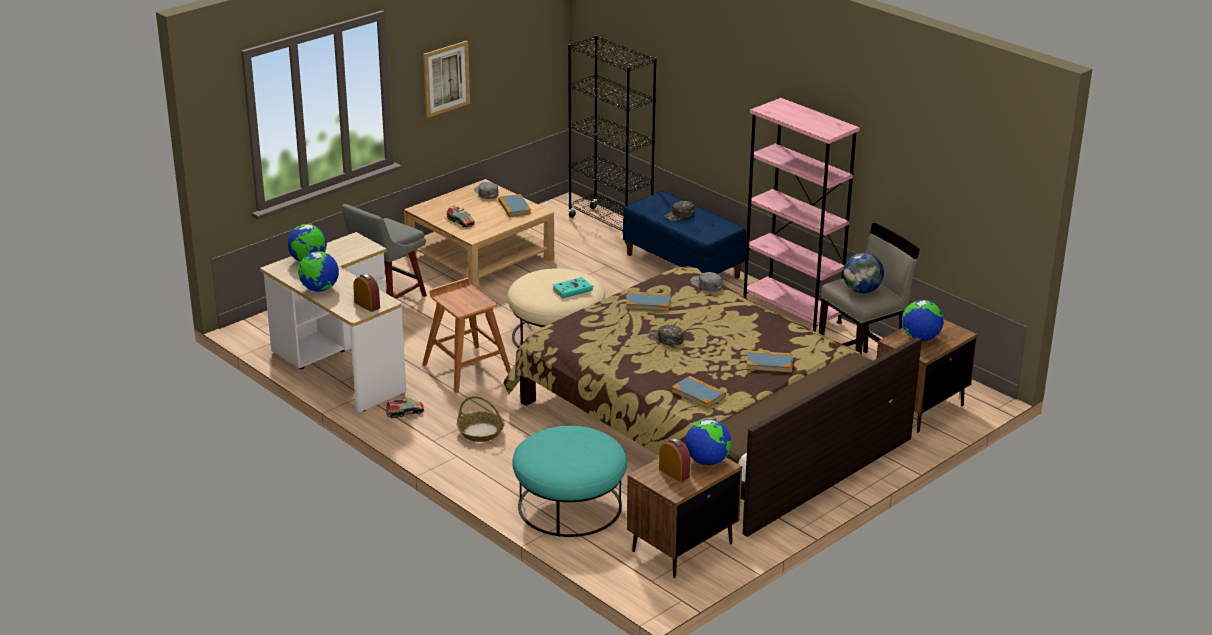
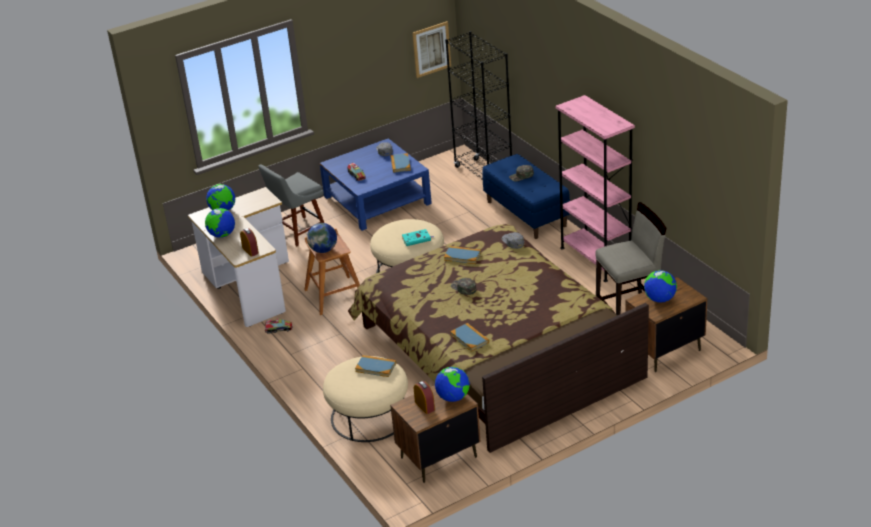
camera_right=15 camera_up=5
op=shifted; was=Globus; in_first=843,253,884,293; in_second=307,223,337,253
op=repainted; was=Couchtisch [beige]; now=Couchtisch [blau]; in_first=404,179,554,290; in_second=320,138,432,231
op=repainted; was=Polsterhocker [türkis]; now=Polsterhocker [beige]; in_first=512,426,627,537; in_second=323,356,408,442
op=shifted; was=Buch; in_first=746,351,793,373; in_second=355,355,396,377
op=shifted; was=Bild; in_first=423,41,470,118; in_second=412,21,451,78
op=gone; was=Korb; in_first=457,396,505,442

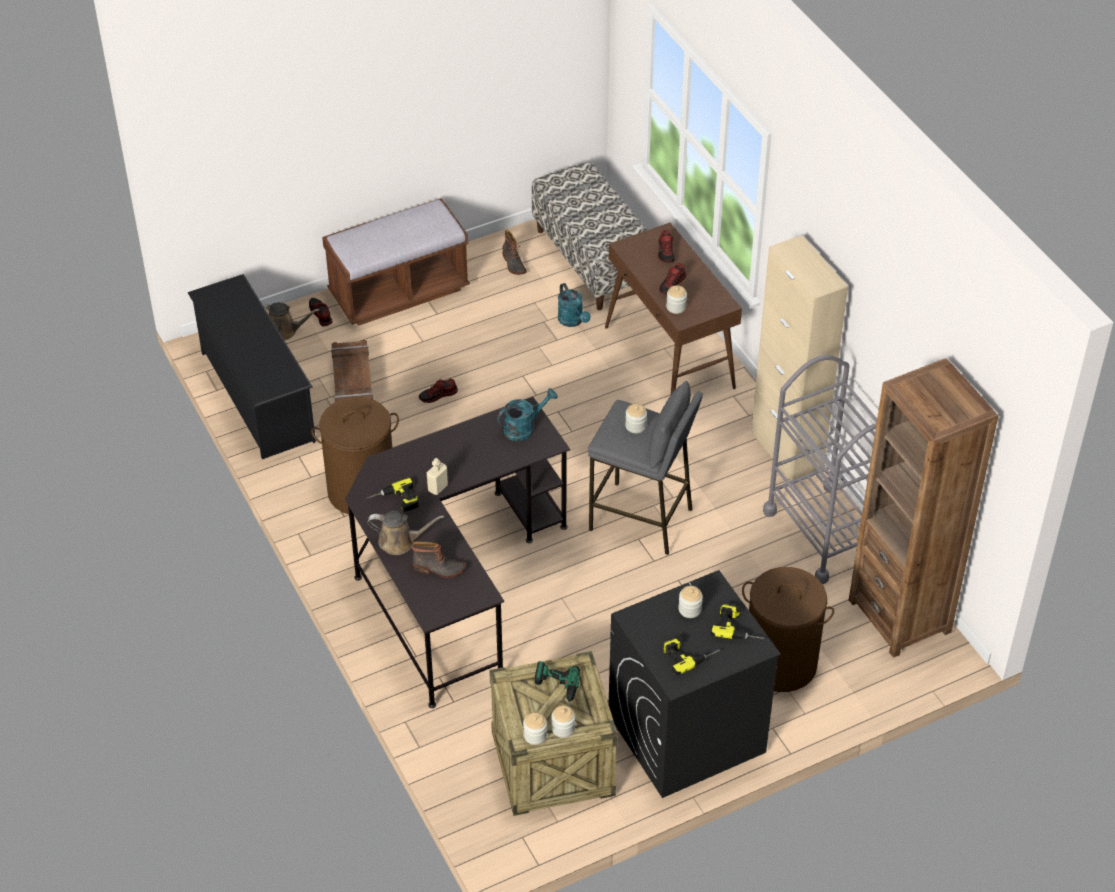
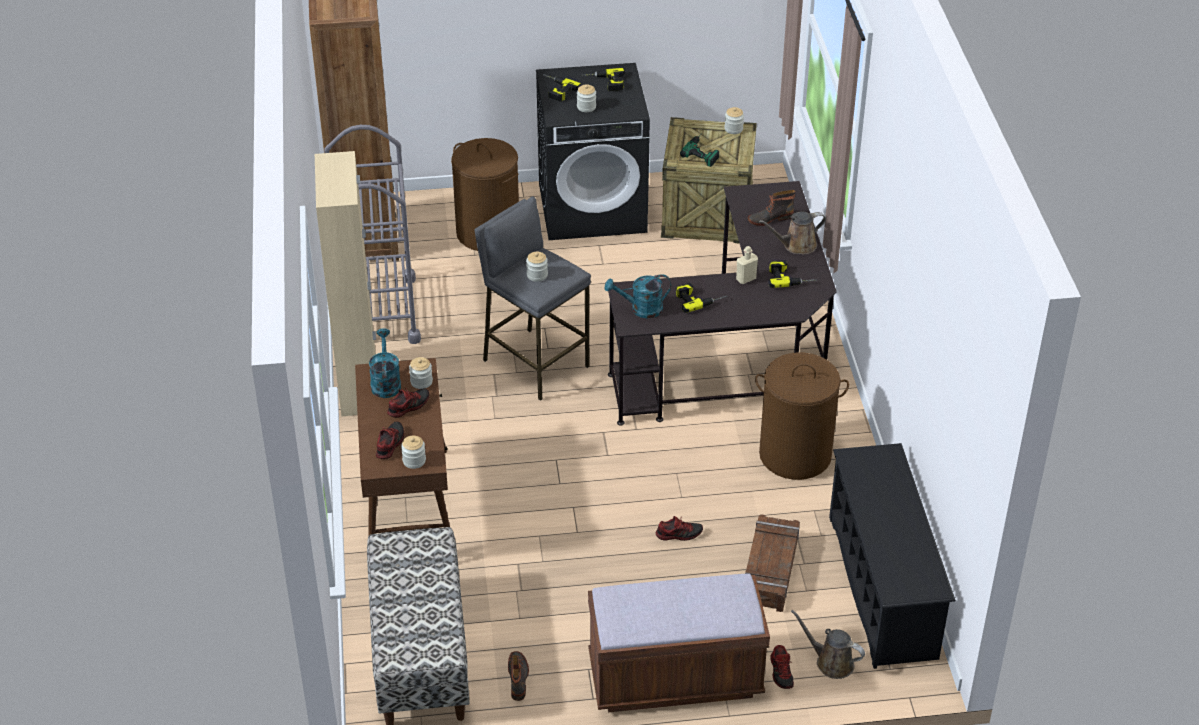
camera_right=-160 camera_up=-5
op=shifted; was=Gießkanne [türkis]; in_first=558,283,591,327; in_second=369,328,401,398
op=shifted; was=Vorratsglas; in_first=551,705,575,738; in_second=401,436,426,469
op=new; now=Bohrmaschine; in_second=676,282,727,313
op=rotated; was=Stiefel; in_first=412,541,466,578; in_second=748,190,795,226; clockwise=-45
op=rotated; was=Gießkanne [braun]; in_first=368,510,444,555; in_second=759,211,826,254; clockwise=-45

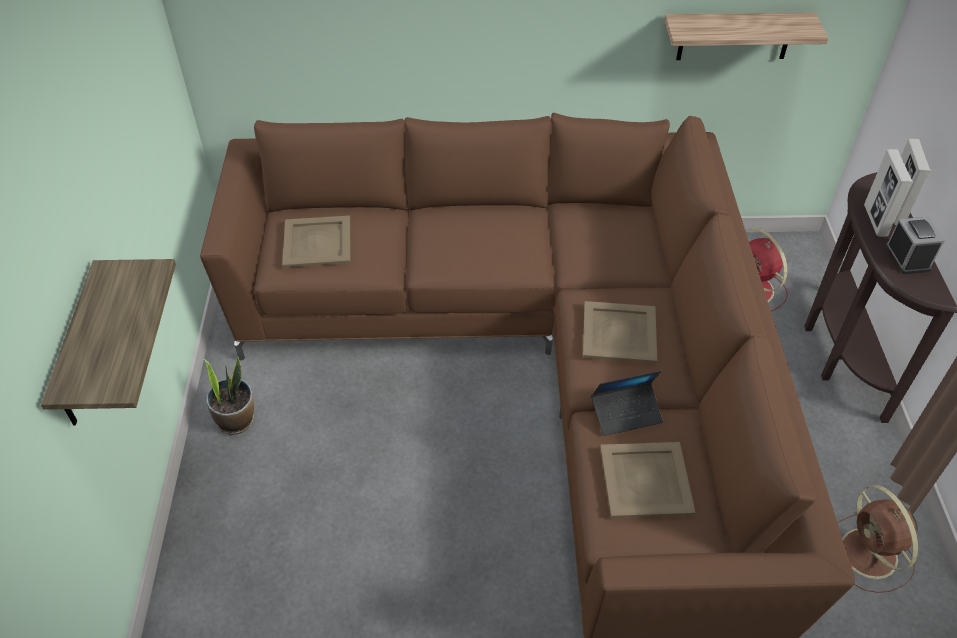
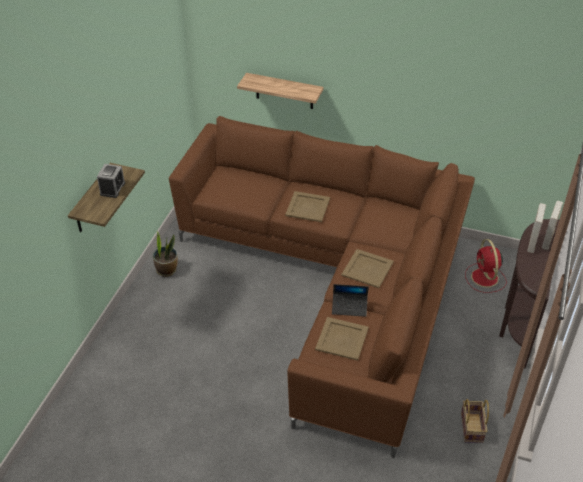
camera_right=20 camera_up=-5
op=shifted; was=Wecker; in_first=885,217,945,274; in_second=97,164,125,198
op=shifted; was=Wandregal; in_first=664,12,829,60; in_second=237,73,323,109
op=shifted; was=Tablett [beige]; in_first=282,215,350,267; in_second=285,191,330,222
op=swapped; was=Ventilator [braun]; now=Korb; in_first=838,485,918,593; in_second=461,399,489,443

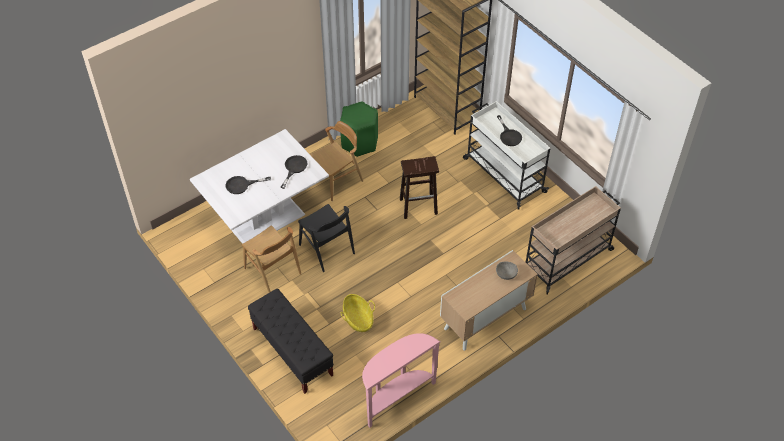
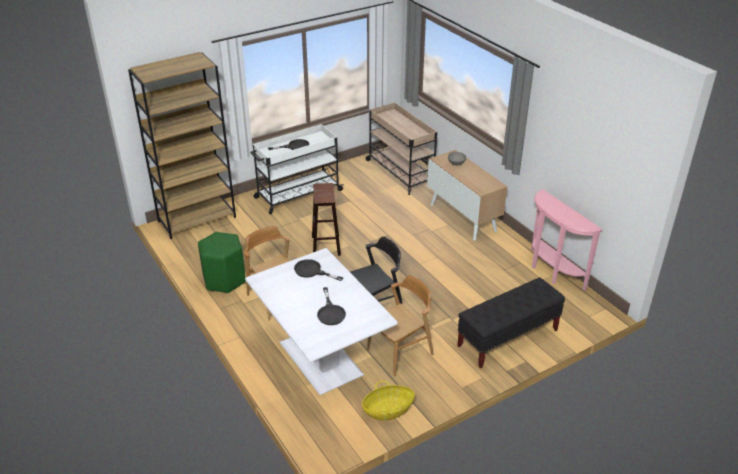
camera_right=-85 camera_up=-15
op=shifted; was=Korb; in_first=341,294,375,332; in_second=362,381,415,420

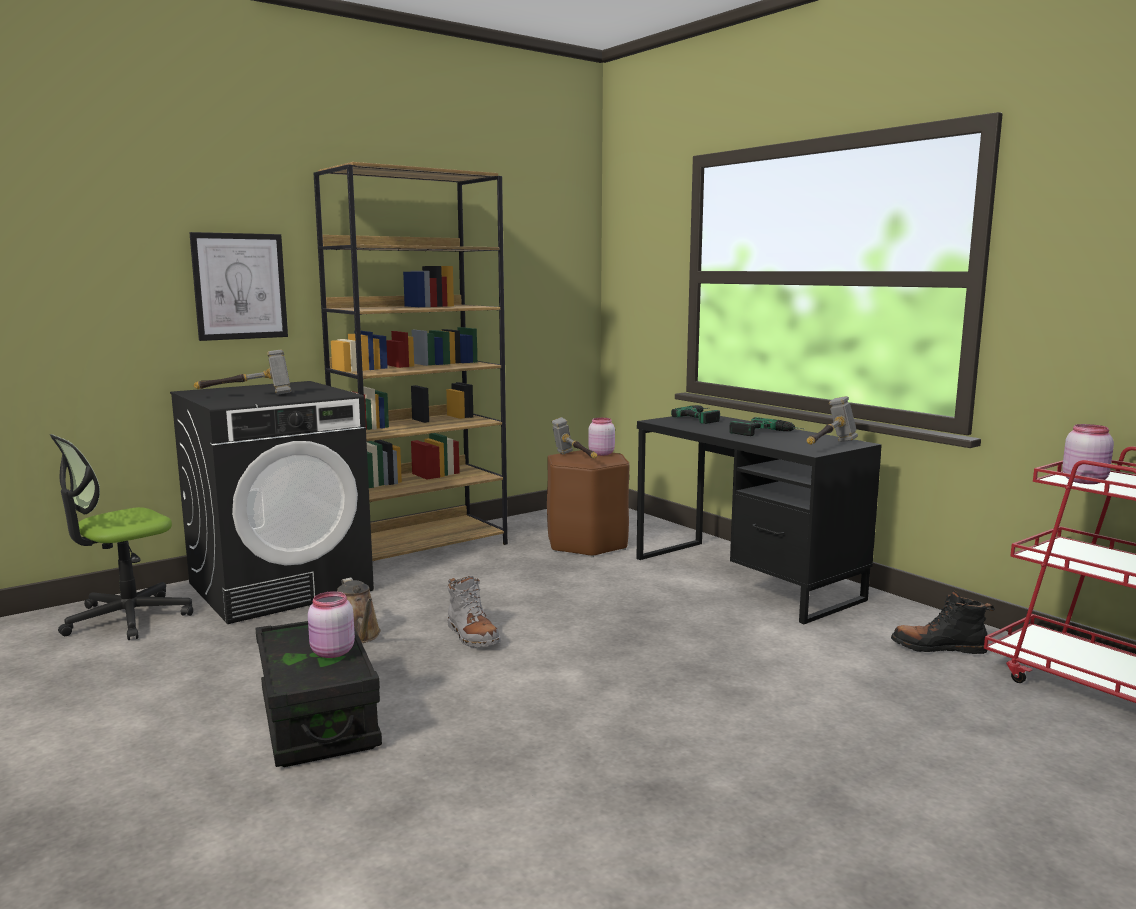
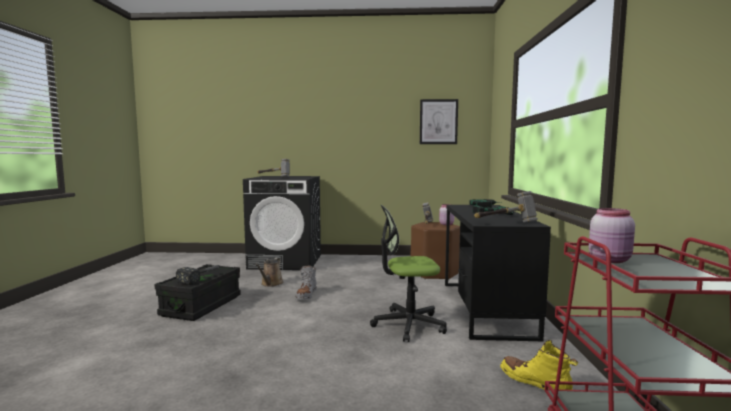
camera_right=40 camera_up=-5
op=swapped; was=Vorratsglas [rosa]; now=Hammer; in_first=308,591,355,658; in_second=176,265,220,284
op=shifted; was=Bürostuhl; in_first=50,434,193,640; in_second=370,205,447,342
op=shifted; was=Bild; in_first=189,232,288,341; in_second=420,99,458,144
op=repainted; was=Stiefel [schwarz]; now=Stiefel [gelb]; in_first=891,590,995,654; in_second=500,340,578,390
op=gone; was=Bücherregal [braun]; in_first=314,162,508,561

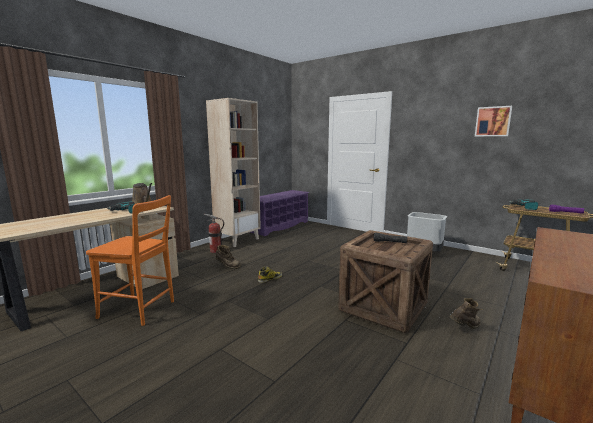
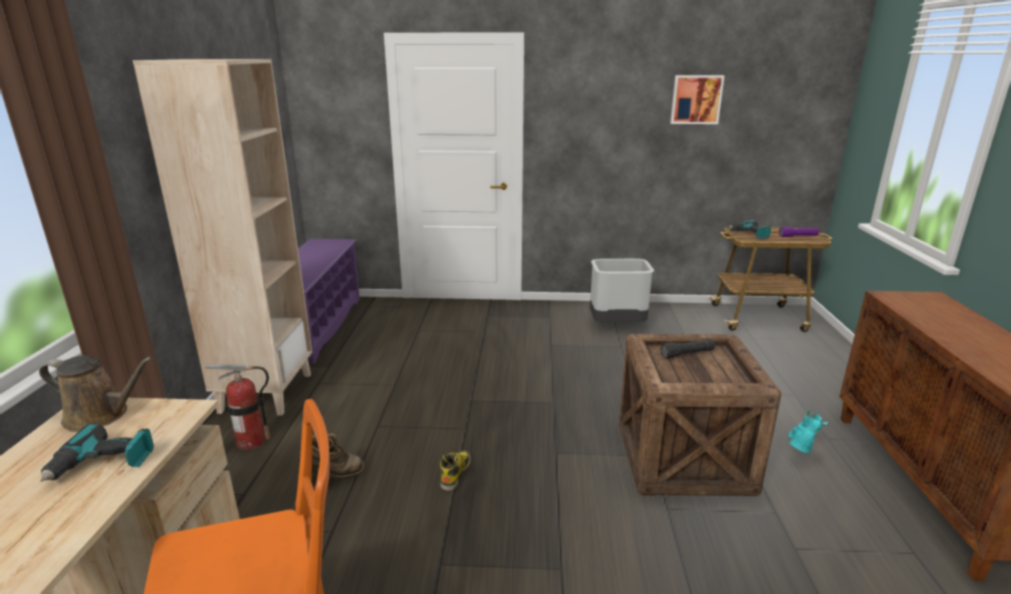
camera_right=-35 camera_up=10
op=repainted; was=Stiefel [braun]; now=Stiefel [türkis]; in_first=450,298,483,329; in_second=788,410,829,454

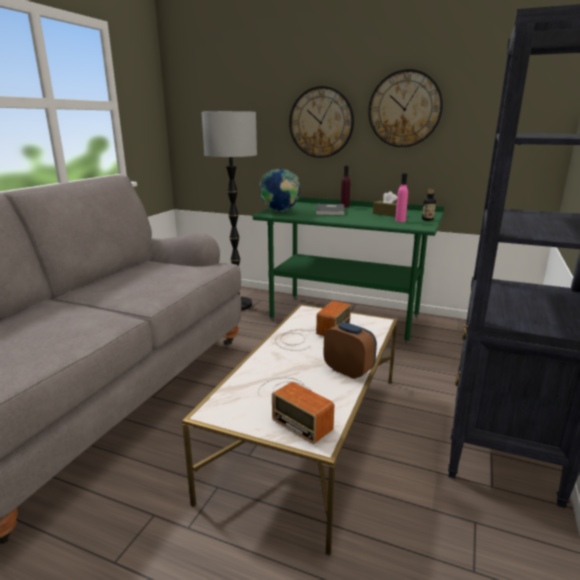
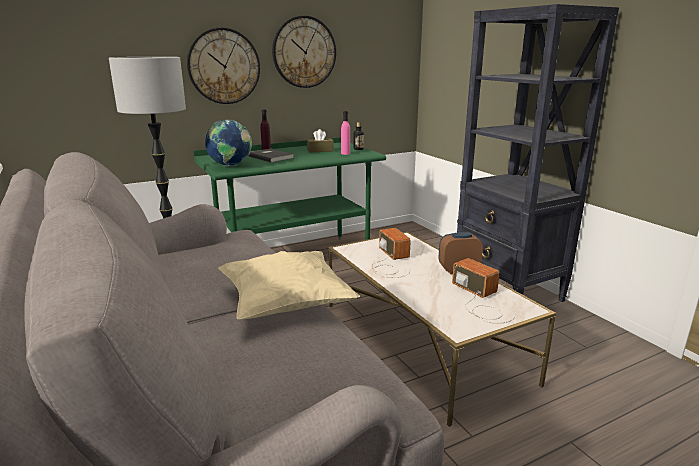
camera_right=-50 camera_up=0
op=new; now=Kissen [beige]; in_second=218,251,360,320
op=rotated; was=Radio; in_first=258,378,334,444; in_second=452,258,516,324; clockwise=-120

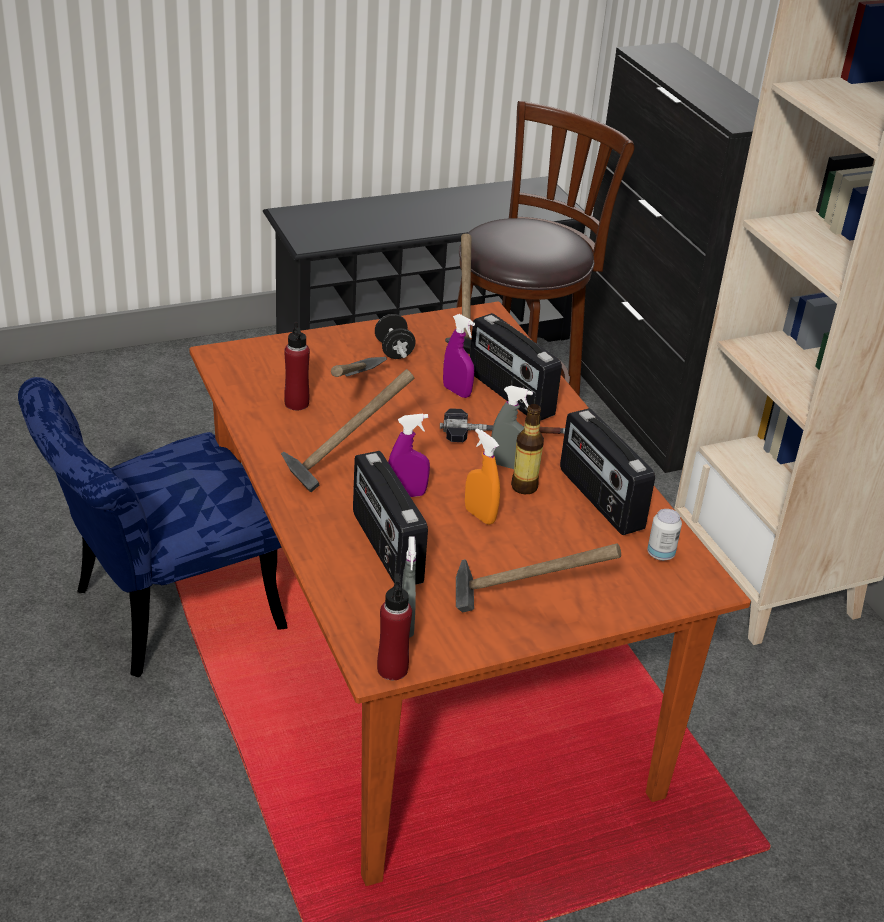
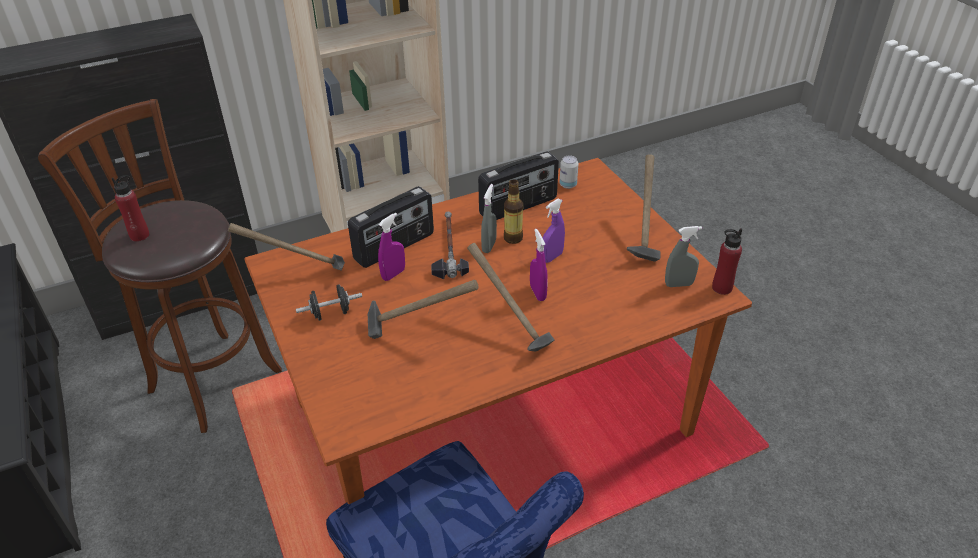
camera_right=-90 camera_up=5
op=shifted; was=Flasche [rot]; in_first=284,322,310,410; in_second=112,175,149,242
op=repainted; was=Sprühflasche [orange]; now=Sprühflasche [lila]; in_first=465,428,500,525; in_second=543,199,565,263
op=gone; was=Radio; in_first=353,451,428,588

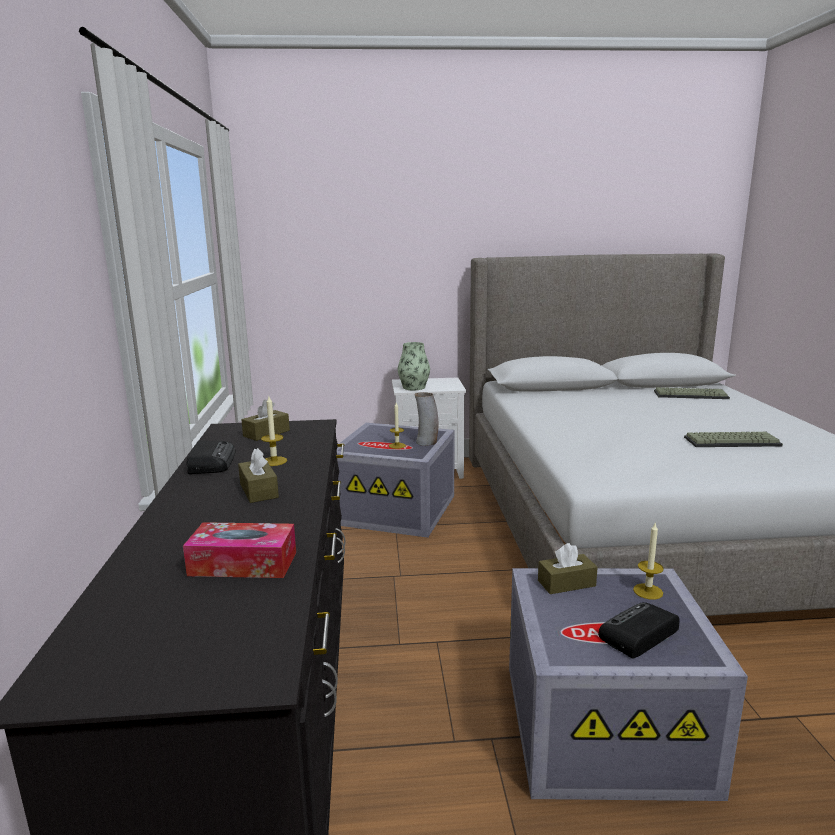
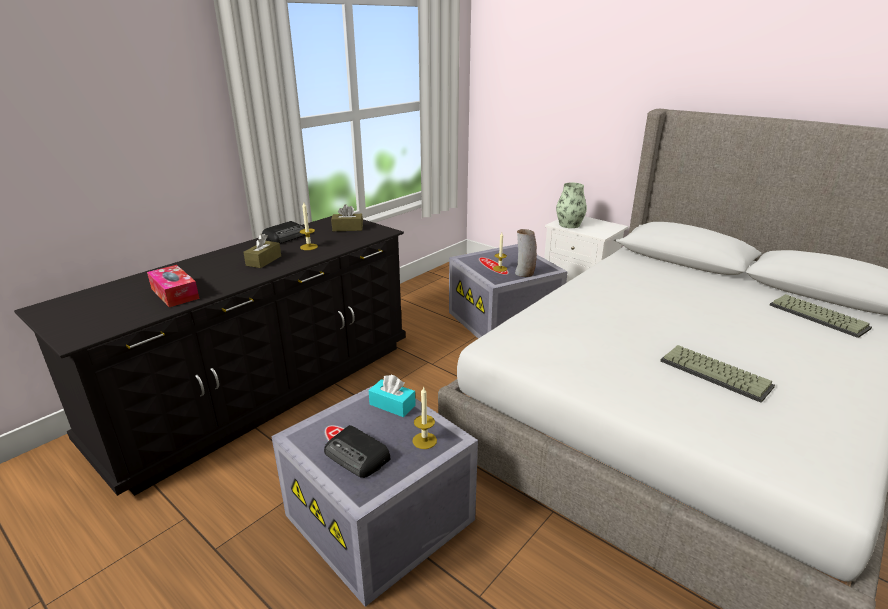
camera_right=45 camera_up=10
op=rotated; was=Radio; in_first=598,602,679,659; in_second=324,425,391,478; clockwise=-150
op=repainted; was=Taschentuchbox [braun]; now=Taschentuchbox [türkis]; in_first=538,543,598,594; in_second=369,375,416,417

